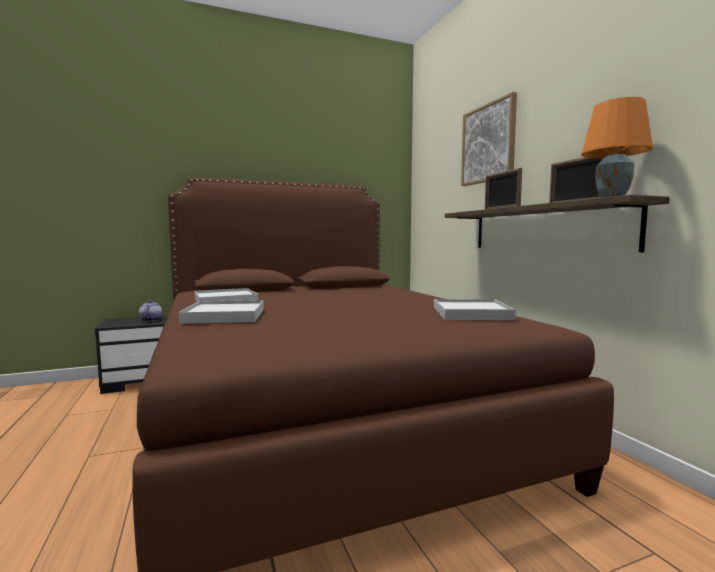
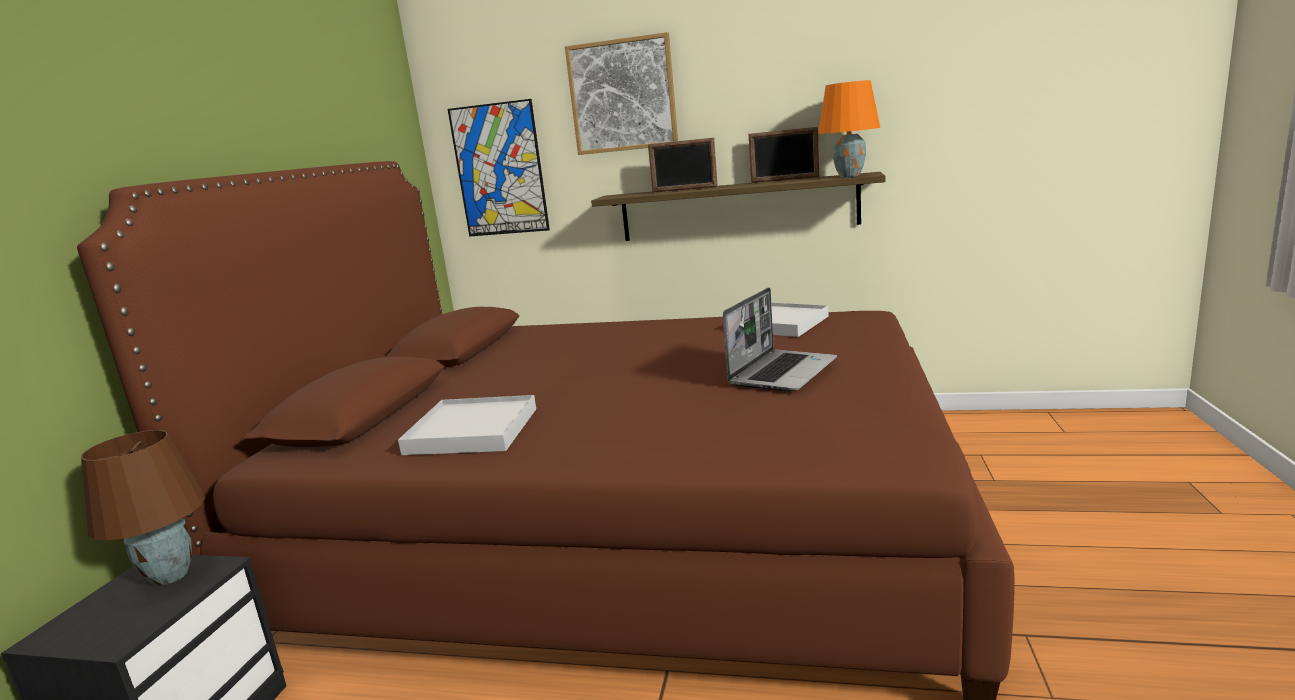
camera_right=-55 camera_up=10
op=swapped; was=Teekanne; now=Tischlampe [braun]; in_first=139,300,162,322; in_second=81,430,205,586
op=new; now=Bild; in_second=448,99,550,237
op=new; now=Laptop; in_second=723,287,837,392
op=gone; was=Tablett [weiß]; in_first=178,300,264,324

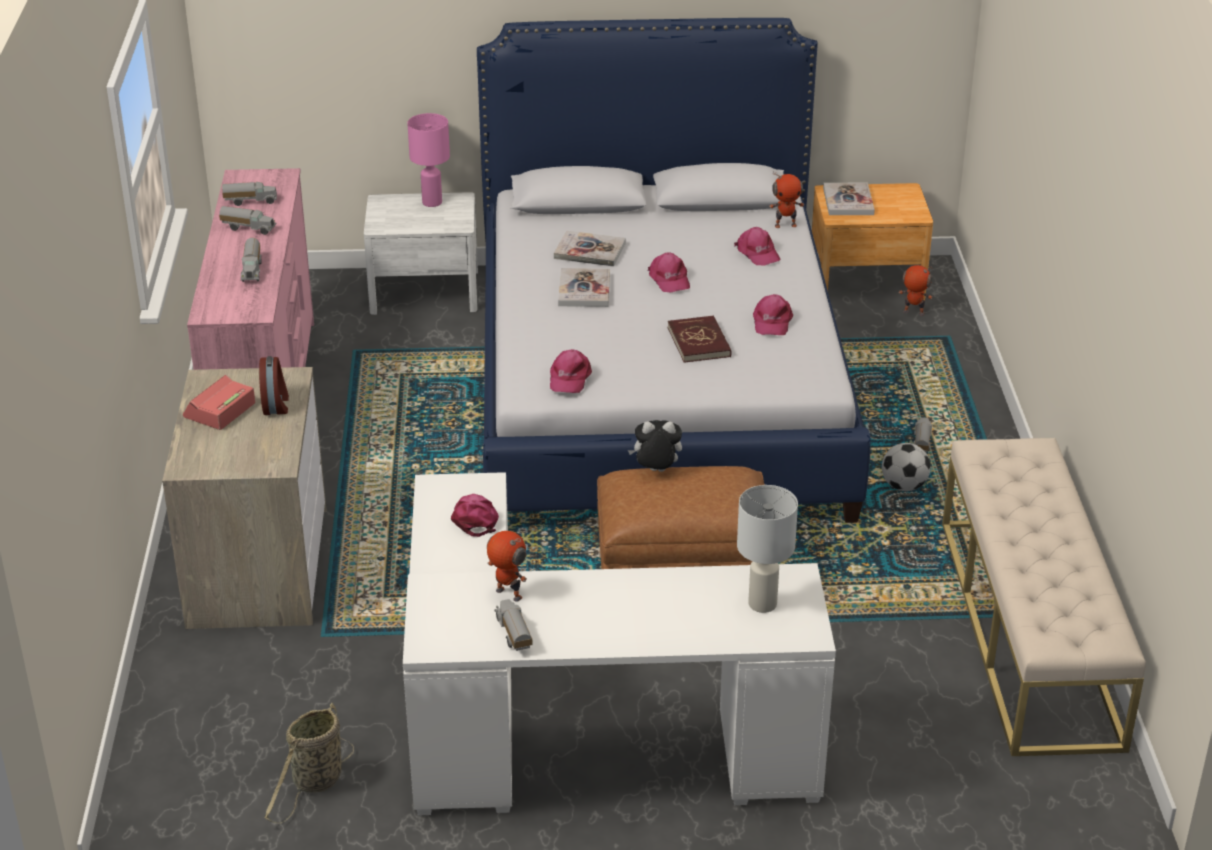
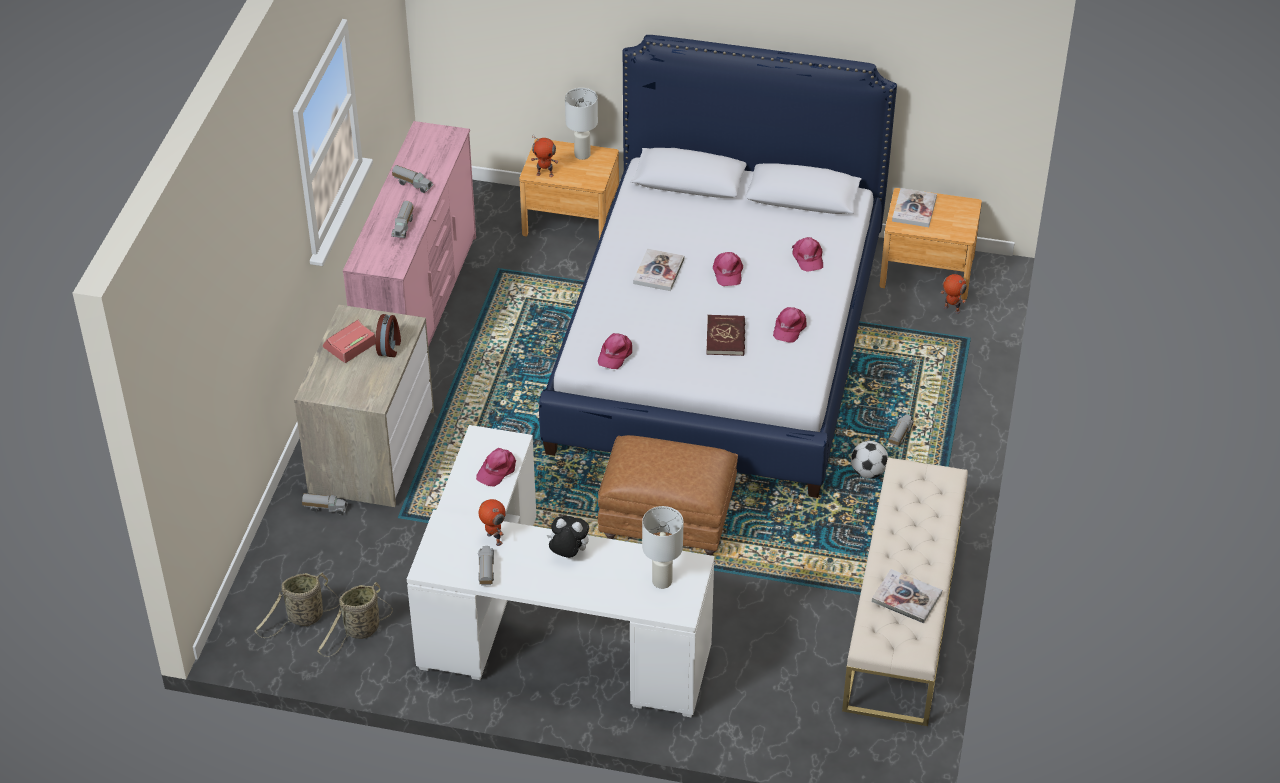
camera_right=15 camera_up=10
op=new; now=Korb; in_second=254,573,340,638
op=shifted; was=Spielzeuglaster; in_first=222,182,277,206; in_second=302,493,348,515
op=rotated; was=Kappe [rosa]; in_first=451,494,499,537; in_second=476,448,516,487; clockwise=-150
op=repainted; was=Nachttisch [weiß]; now=Nachttisch [braun]; in_first=364,192,478,315; in_second=519,138,619,239
op=shifted; was=Spielzeugroboter; in_first=769,171,804,228; in_second=531,136,558,177
op=shifted; was=Plüschtier; in_first=628,420,682,472; in_second=547,516,589,558
op=repainted; was=Tischlampe [rosa]; now=Tischlampe [weiß]; in_first=407,113,450,207; in_second=565,88,598,160
op=shifted; was=Buch; in_first=554,230,626,267; in_second=872,569,942,623

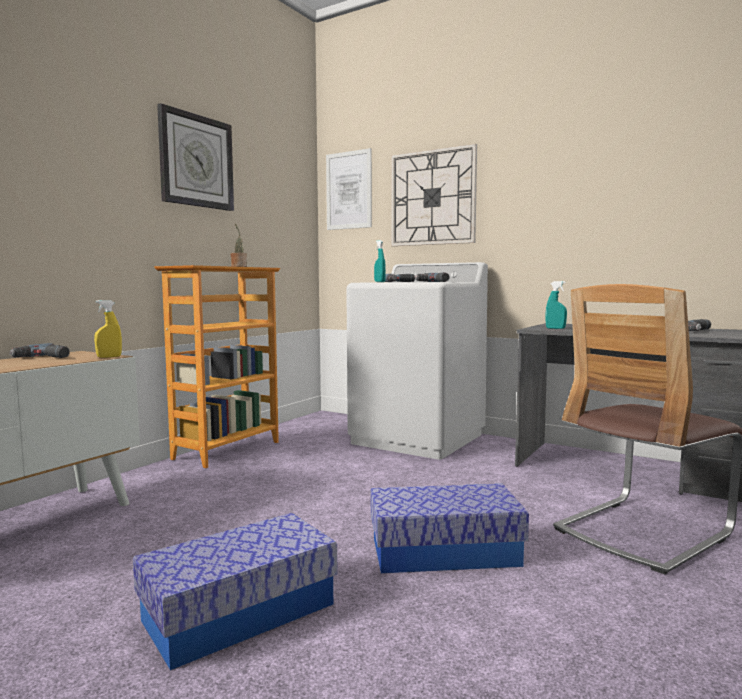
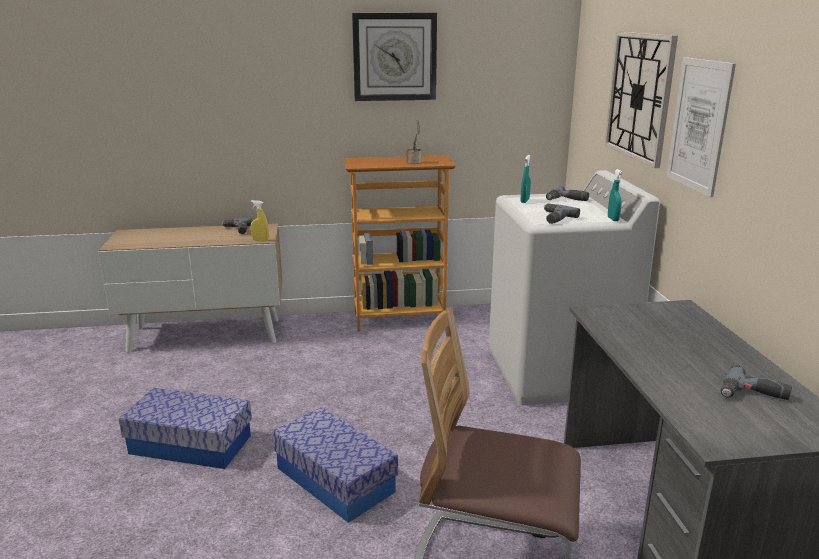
camera_right=50 camera_up=15
op=shifted; was=Sprühflasche [türkis]; in_first=546,281,567,329; in_second=608,169,623,221
op=shifted; was=Bild; in_first=326,148,372,230; in_second=666,57,736,197

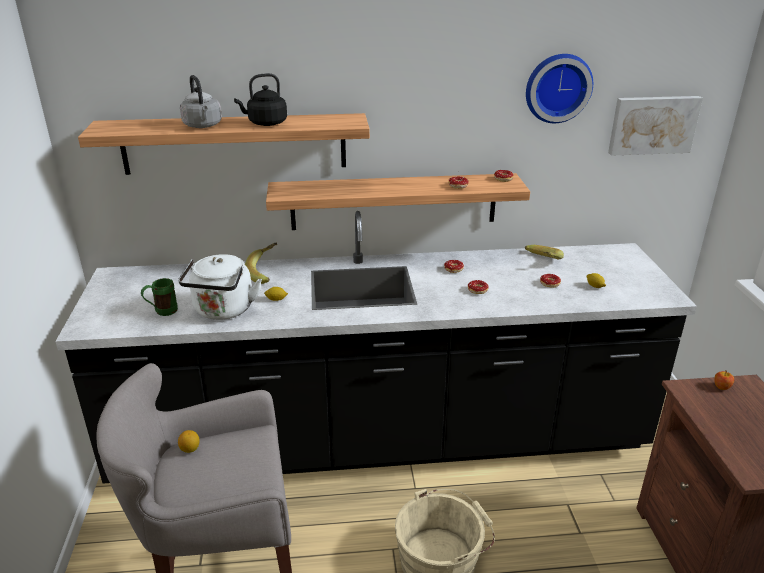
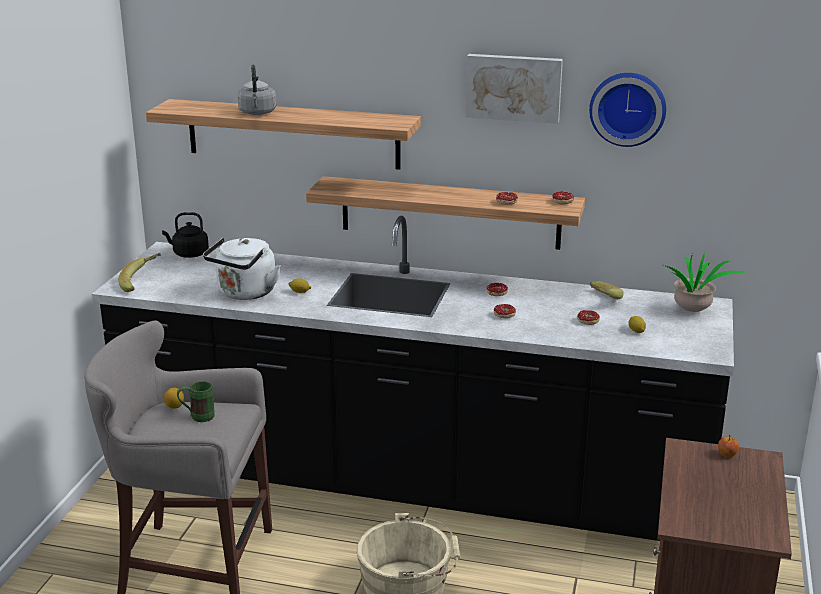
camera_right=20 camera_up=-5
op=shifted; was=Banane; in_first=245,243,278,284; in_second=118,253,161,292
op=shifted; was=Wasserkessel [schwarz]; in_first=234,73,287,126; in_second=162,212,209,258
op=shifted; was=Henkelbecher [grün]; in_first=141,278,178,316; in_second=177,381,215,422
op=shifted; was=Bild; in_first=608,96,703,156; in_second=466,54,563,124
op=new; now=Topfpflanze; in_second=664,253,745,312

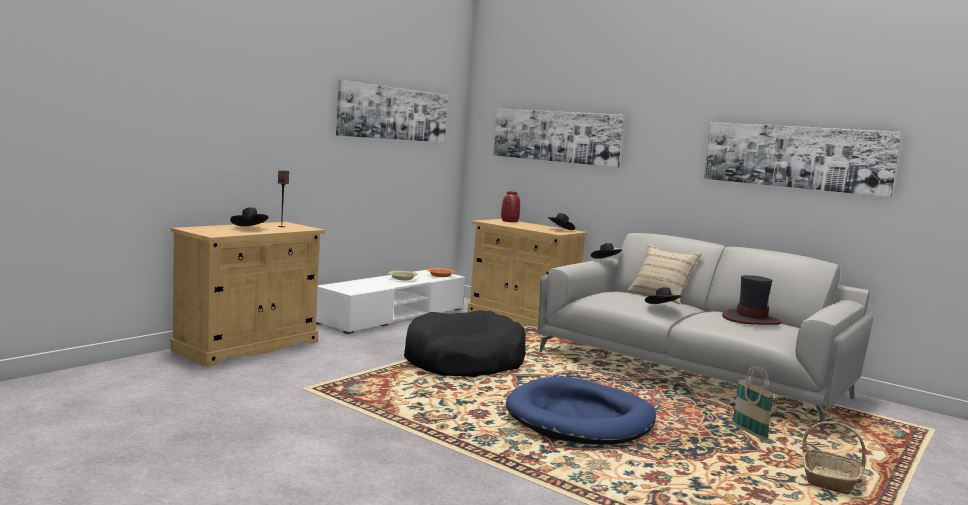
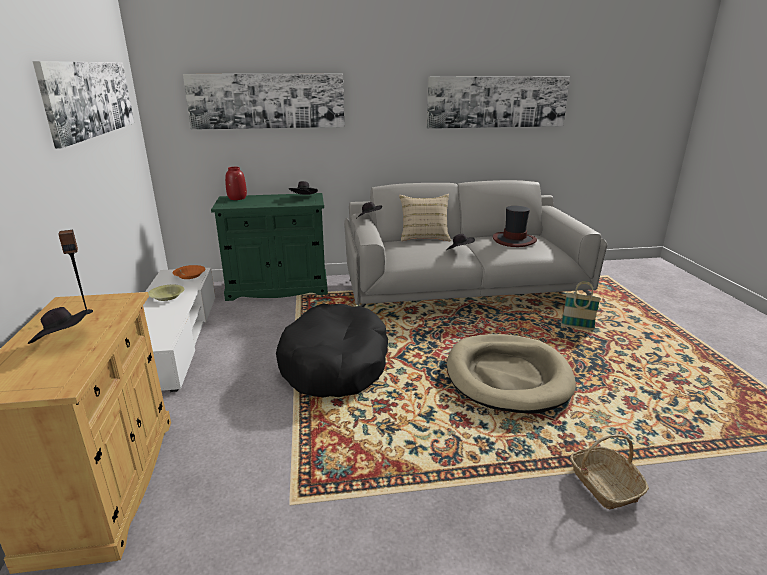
camera_right=-45 camera_up=15
op=repainted; was=Schrank [beige]; now=Schrank [grün]; in_first=467,219,588,327; in_second=211,193,328,301
op=repainted; was=Hundebett [blau]; now=Hundebett [beige]; in_first=506,376,656,445; in_second=447,334,576,414
op=shifted; was=Korb; in_first=802,421,866,494; in_second=570,434,649,510

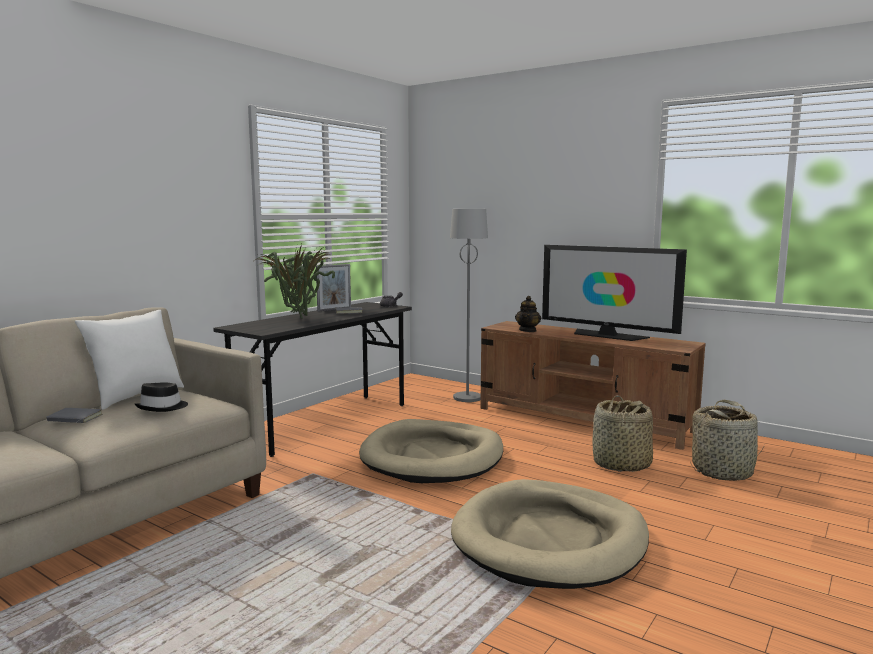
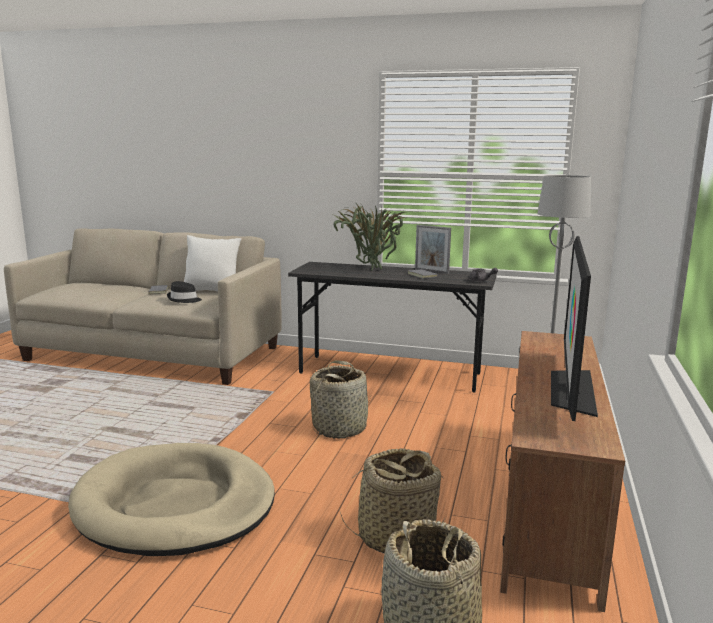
camera_right=70 camera_up=5
op=swapped; was=Hundebett [beige]; now=Korb; in_first=359,419,503,483; in_second=310,361,372,439
op=gone; was=Teekanne; in_first=515,296,541,332

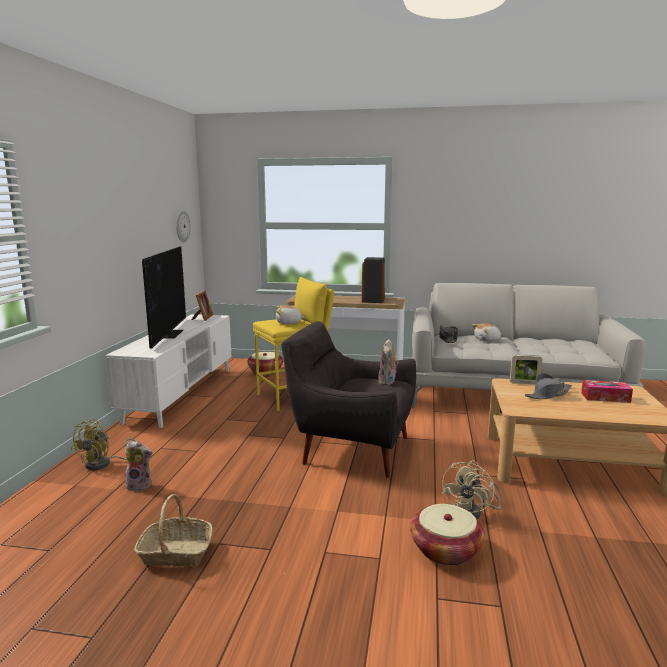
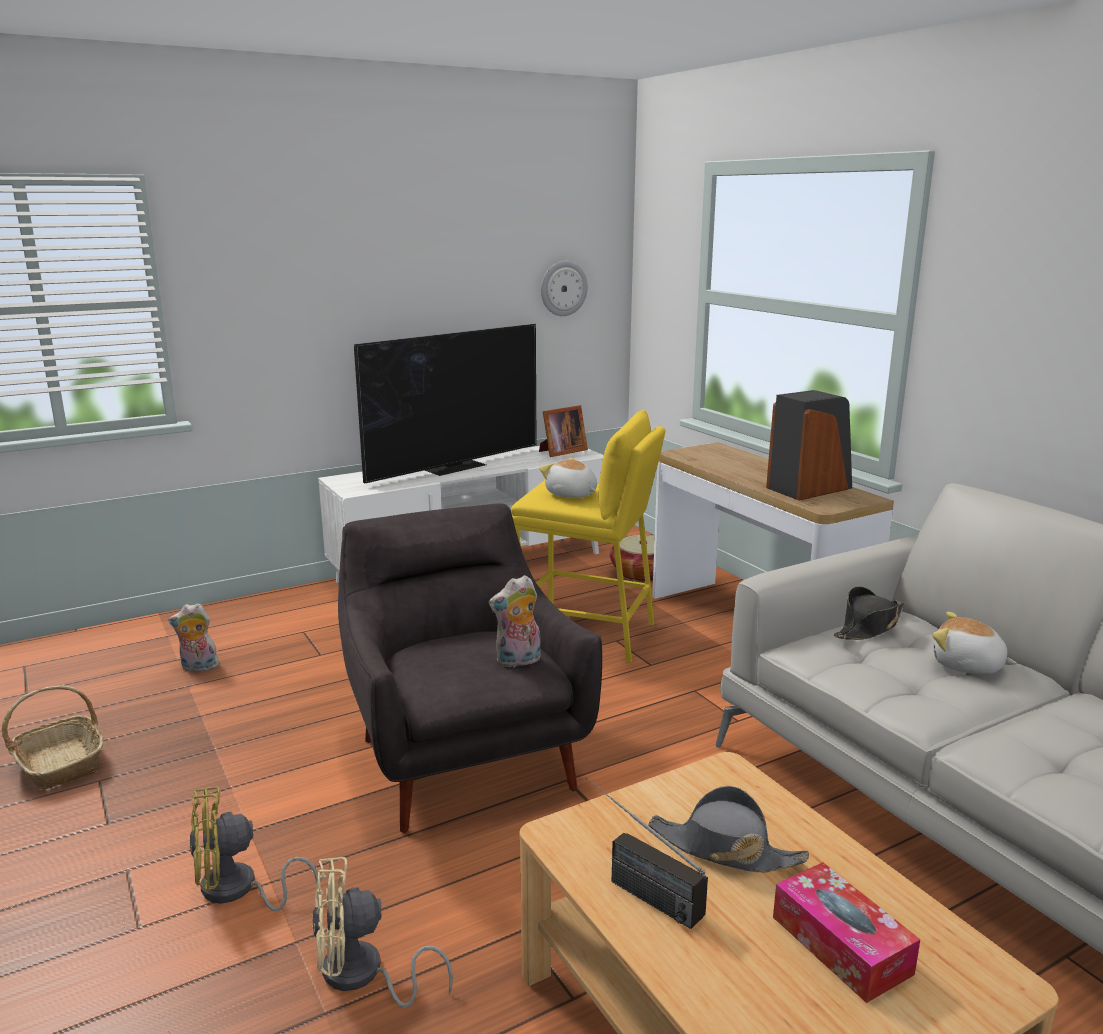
camera_right=50 camera_up=5
op=rotated; was=Plüschtier; in_first=125,440,153,491; in_second=168,603,219,672; clockwise=120
op=shifted; was=Ventilator [gelb]; in_first=71,419,136,470; in_second=190,786,318,911
op=new; now=Radio; in_second=585,777,708,929
op=gone; was=Korb; in_first=410,504,485,566
op=gone; was=Bilderrahmen; in_first=510,355,542,384

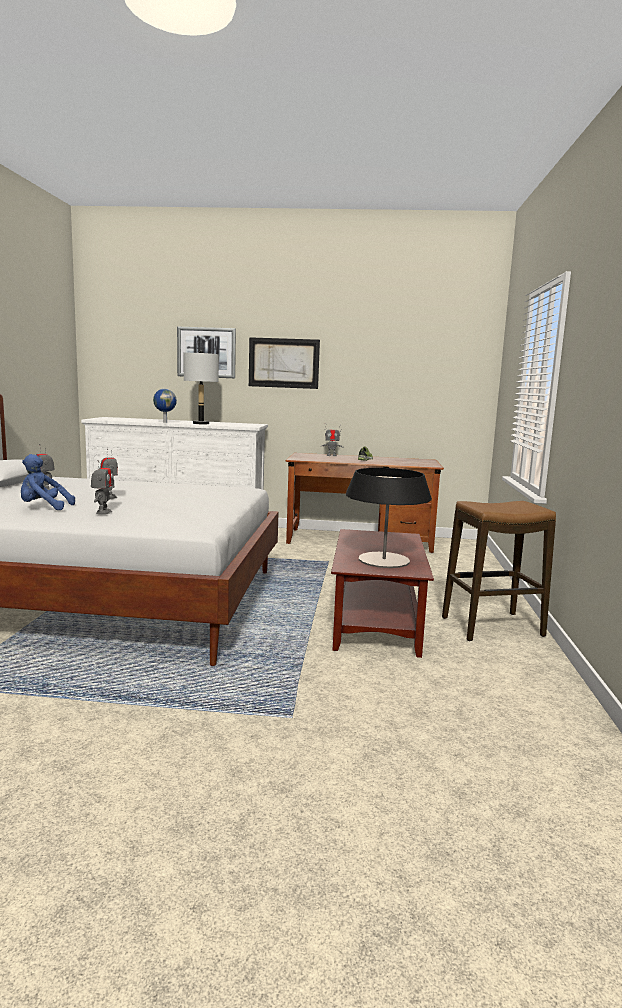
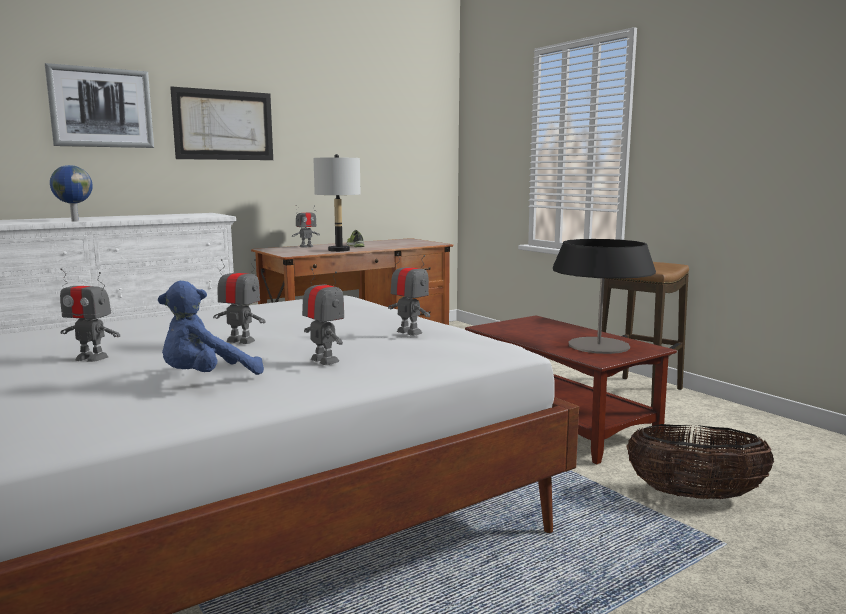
camera_right=-40 camera_up=0
op=shifted; was=Tischlampe [grau]; in_first=184,351,219,424; in_second=313,154,361,252
op=new; now=Spielzeugroboter; in_second=388,254,430,336
op=new; now=Korb; in_second=627,424,774,499

